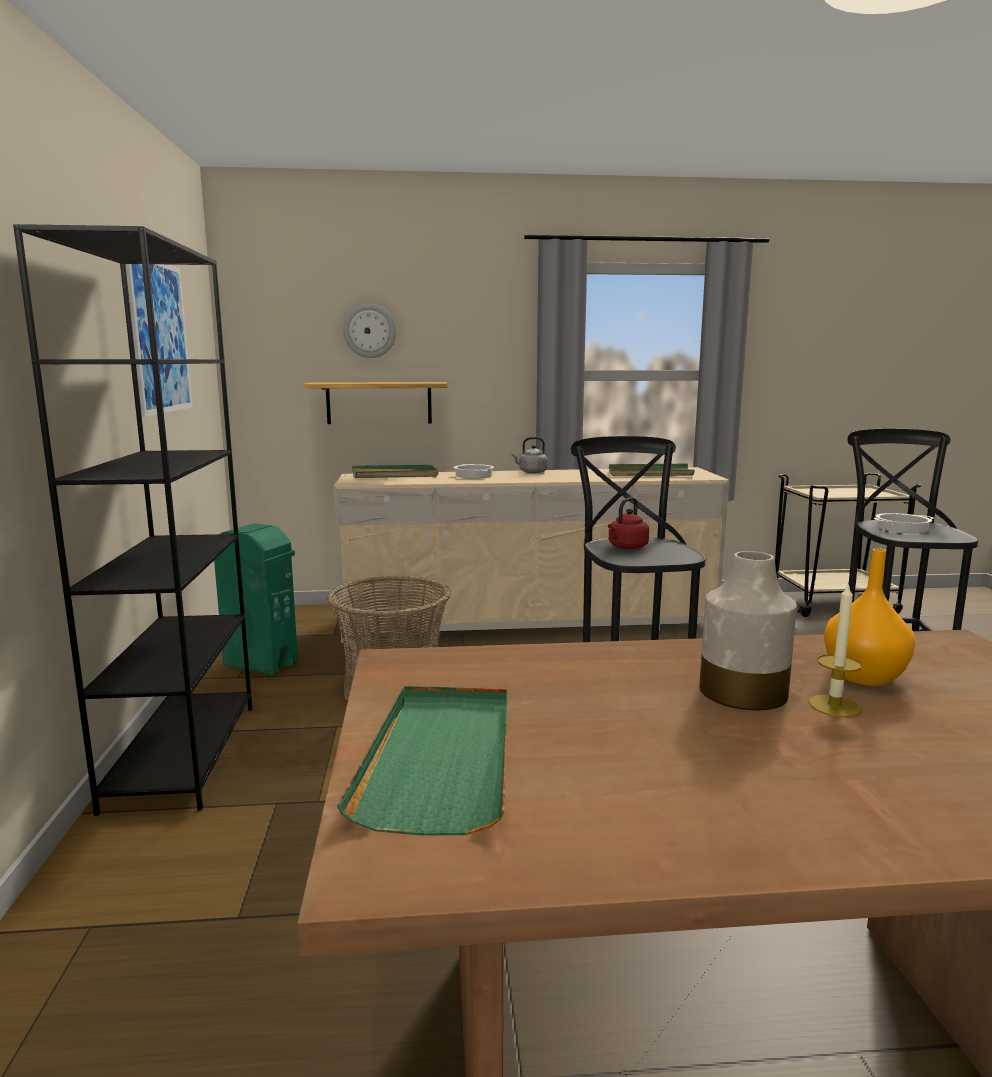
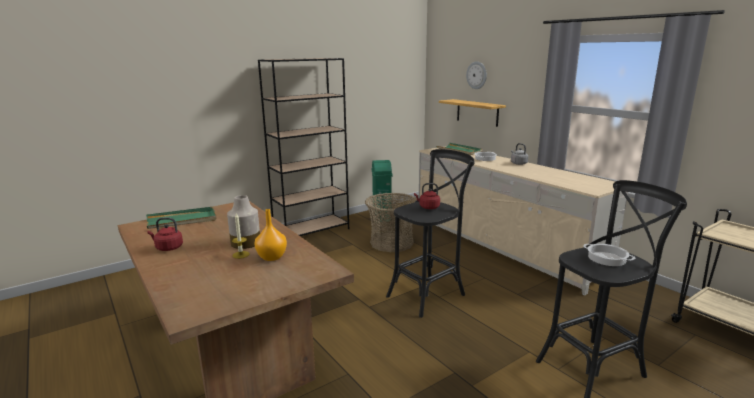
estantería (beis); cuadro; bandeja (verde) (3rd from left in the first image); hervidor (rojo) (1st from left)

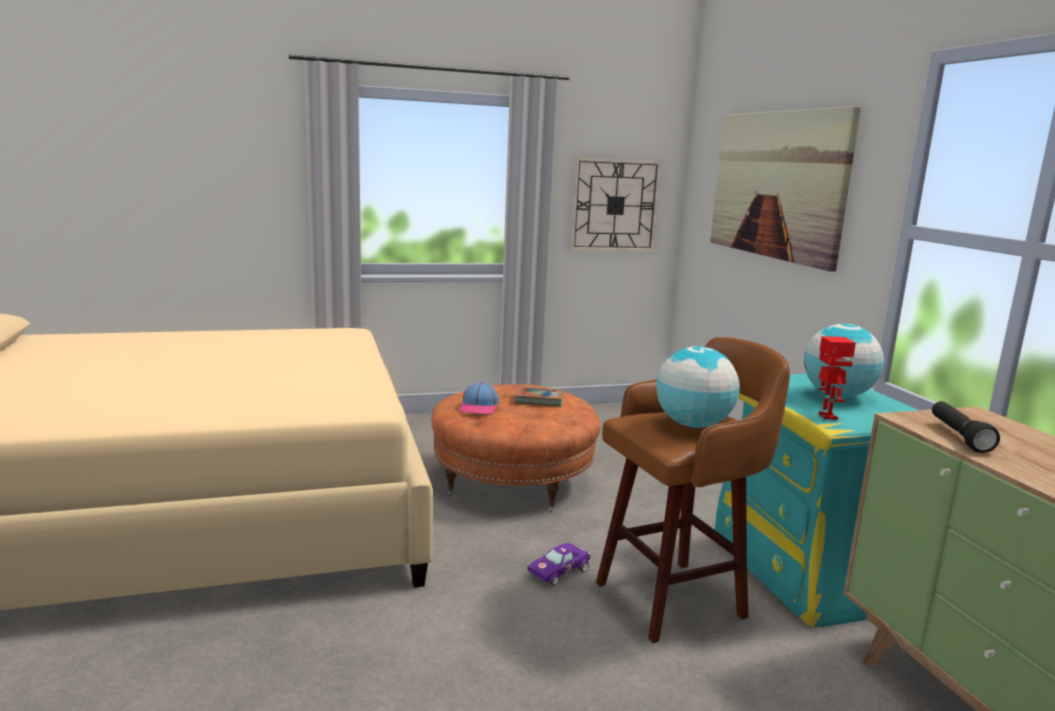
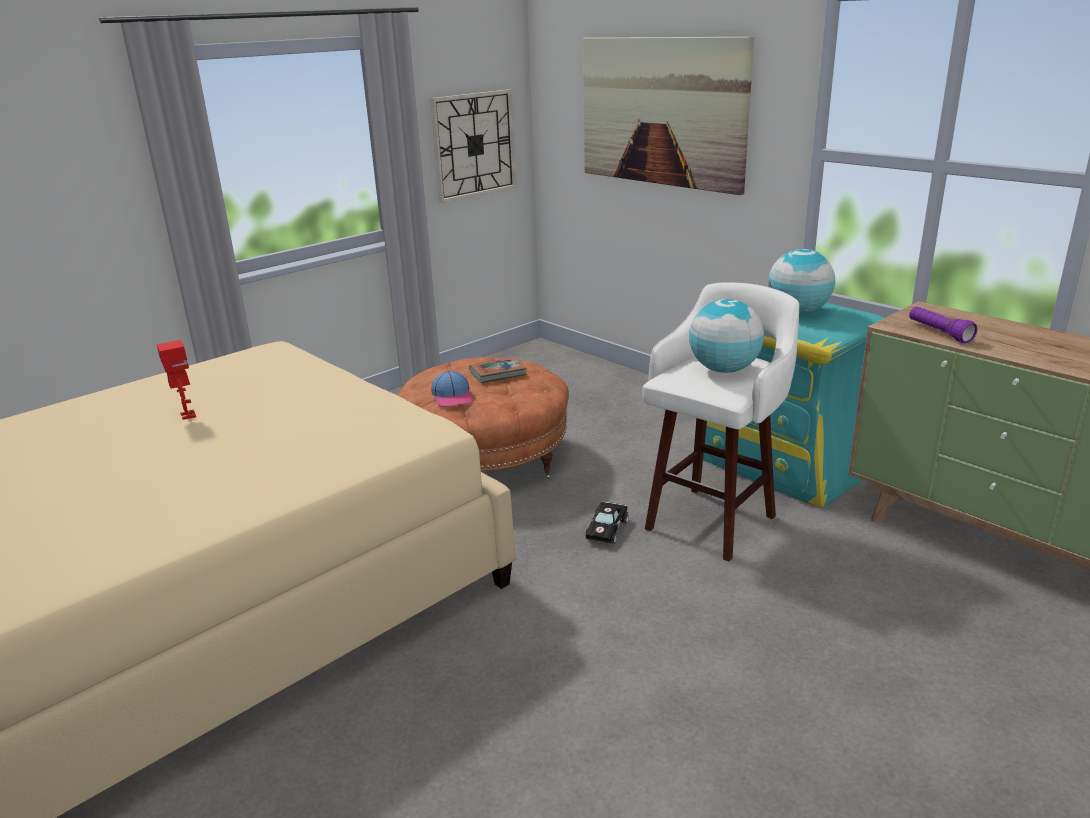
coche de juguete (negro); taburete (blanco); robot de juguete; linterna (morado)

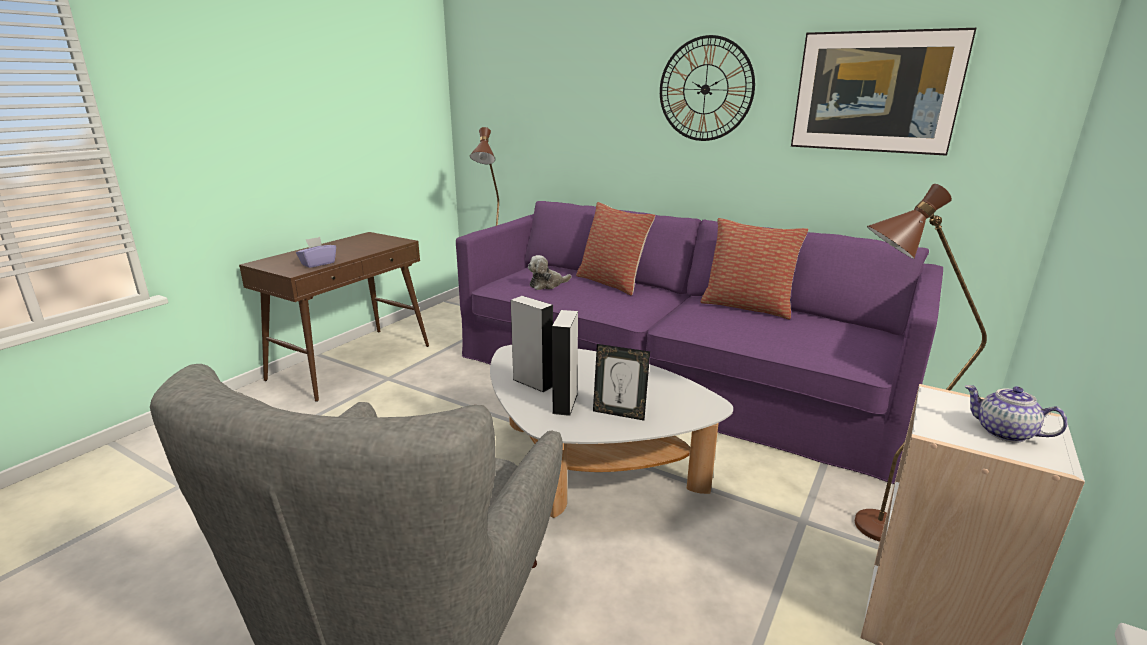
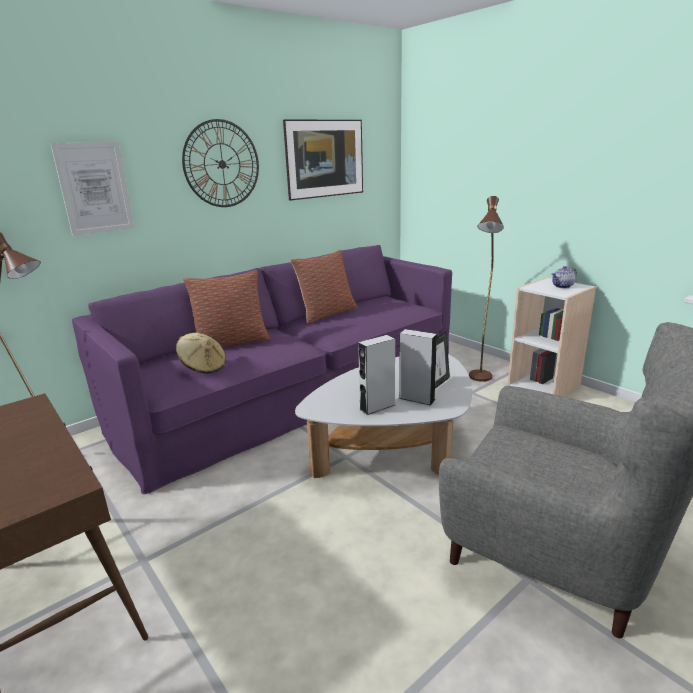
caja de pañuelos (morado); sombrero (beis); cuadro (1st from left)

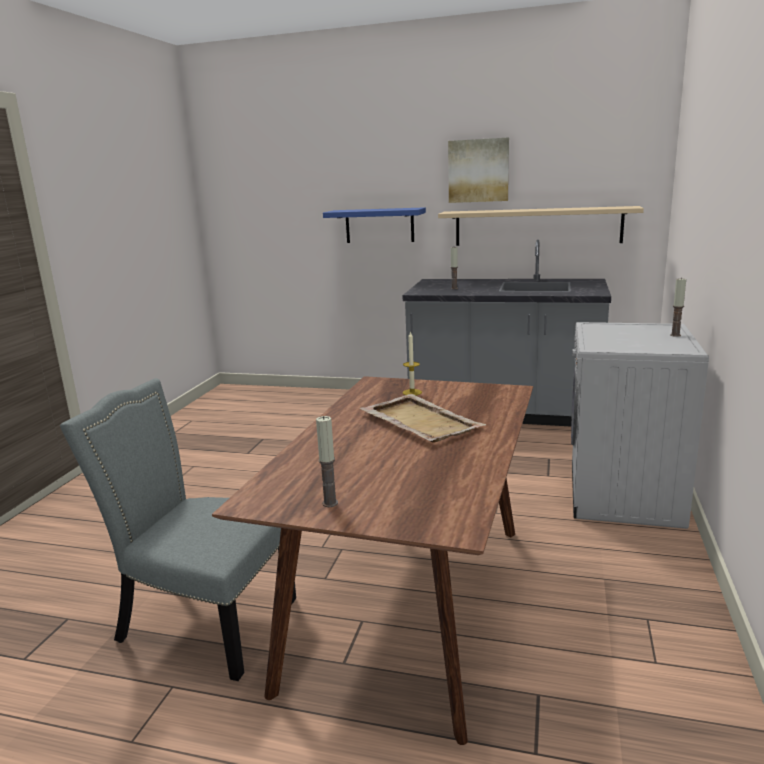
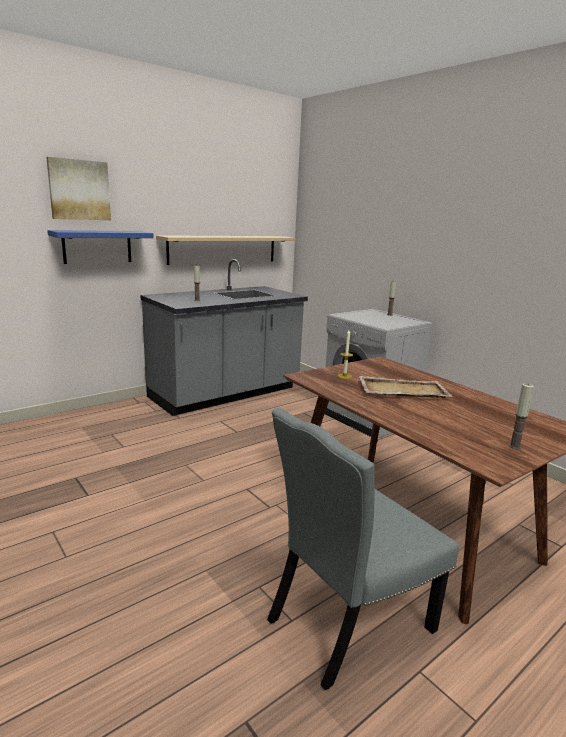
cuadro

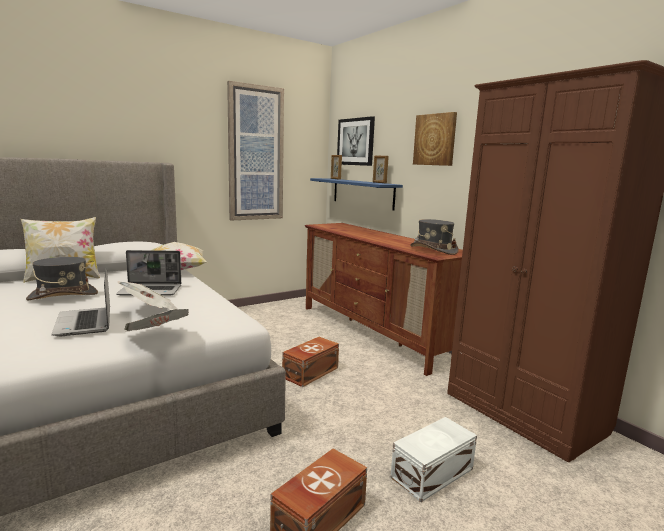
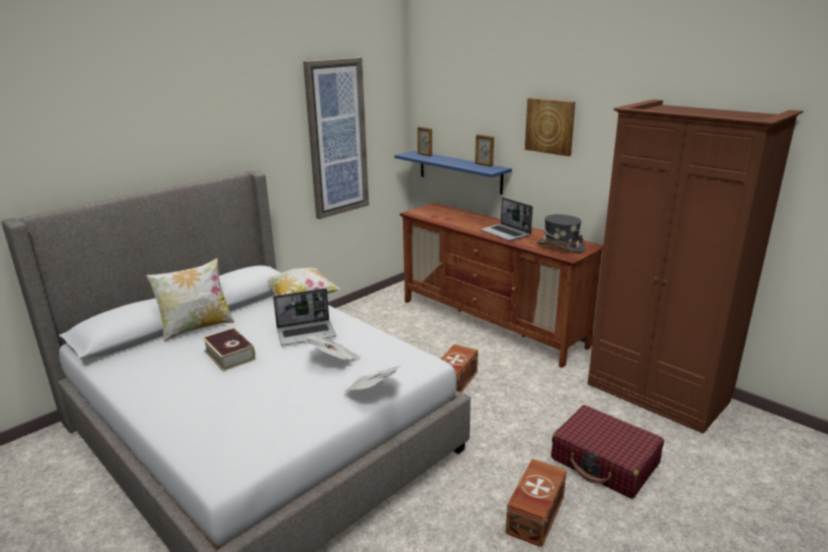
libro; portátil (2nd from left); cuadro (2nd from left in the first image); maleta (rojo)

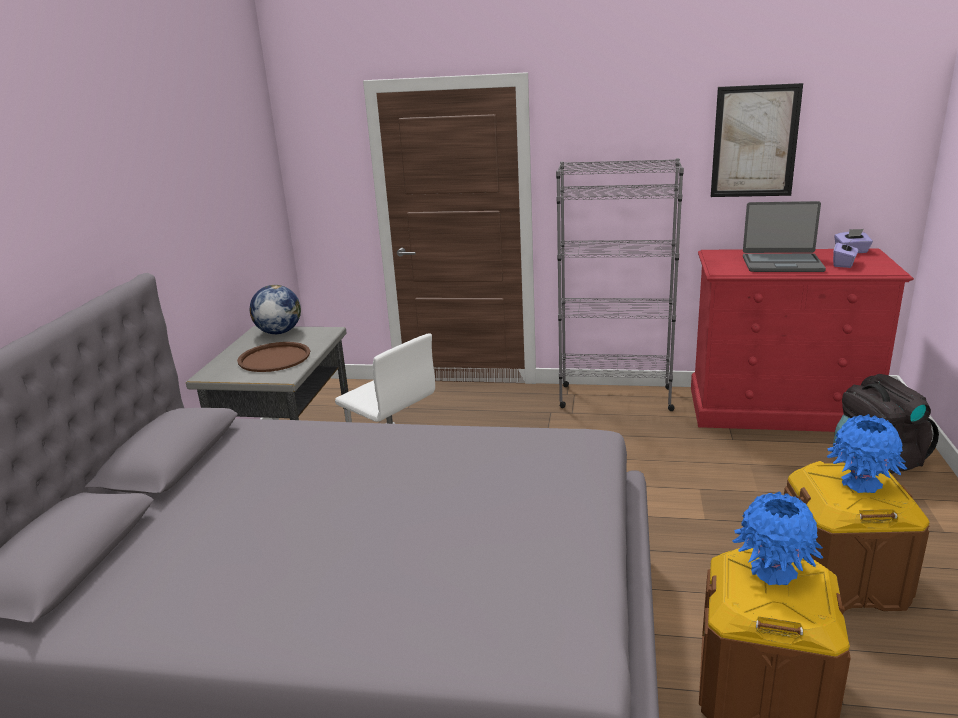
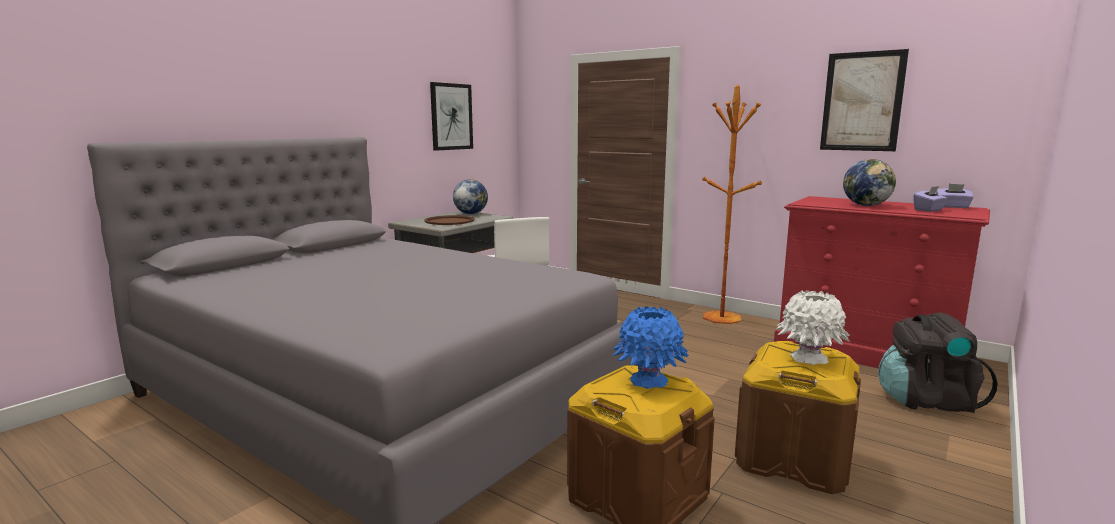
perchero (naranja); globo terráqueo (2nd from left); florero (blanco); cuadro (1st from left)

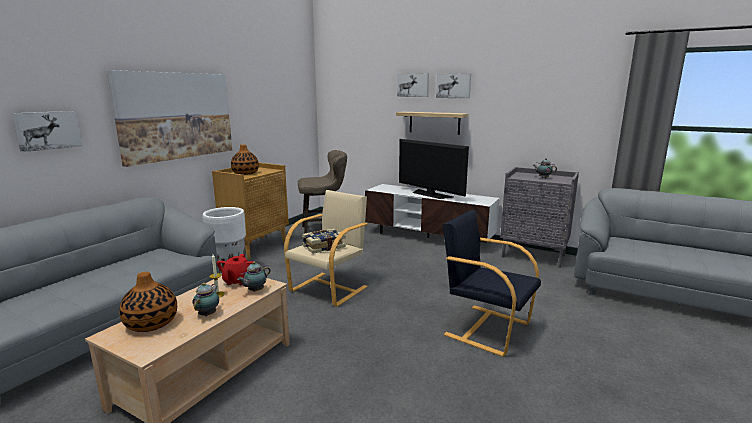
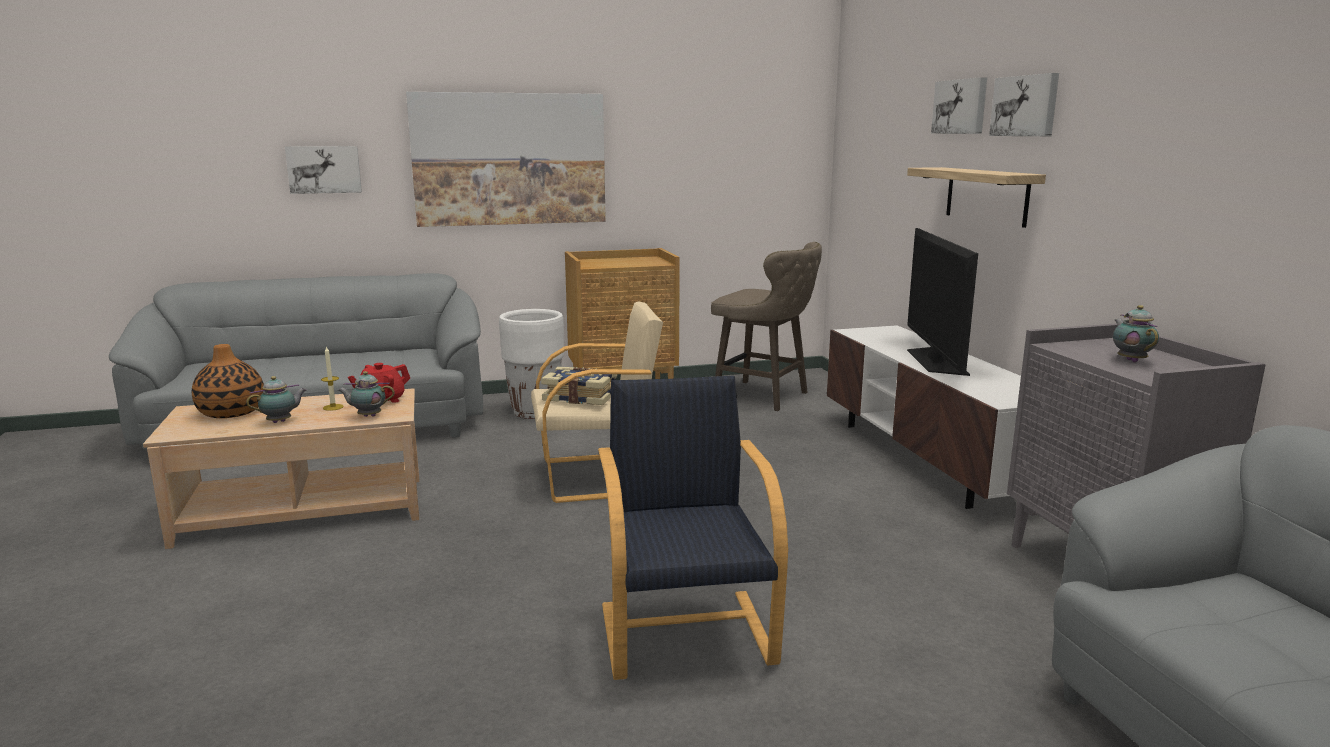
florero (2nd from left in the first image)

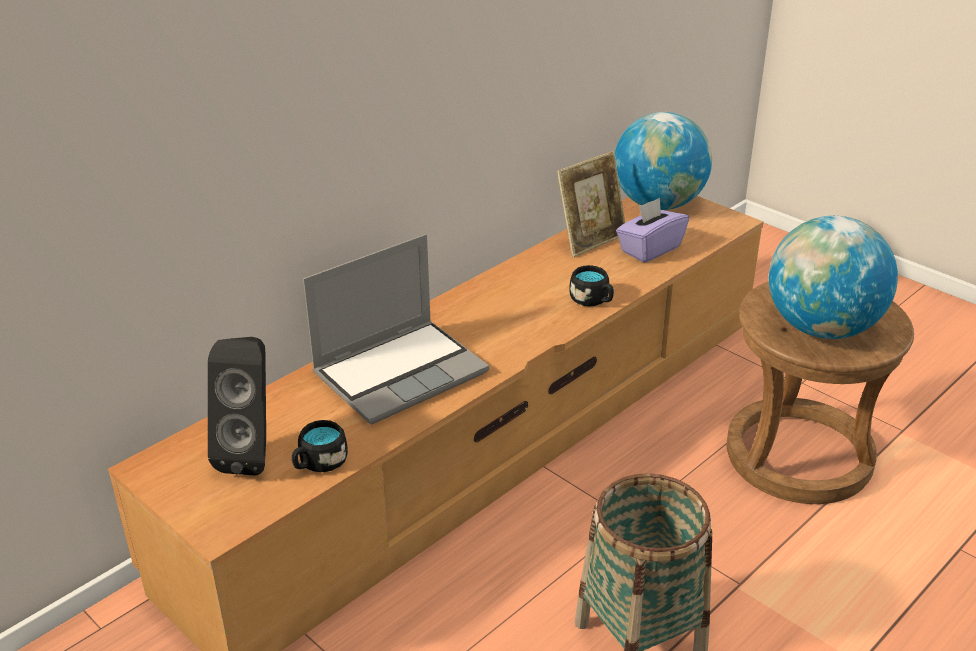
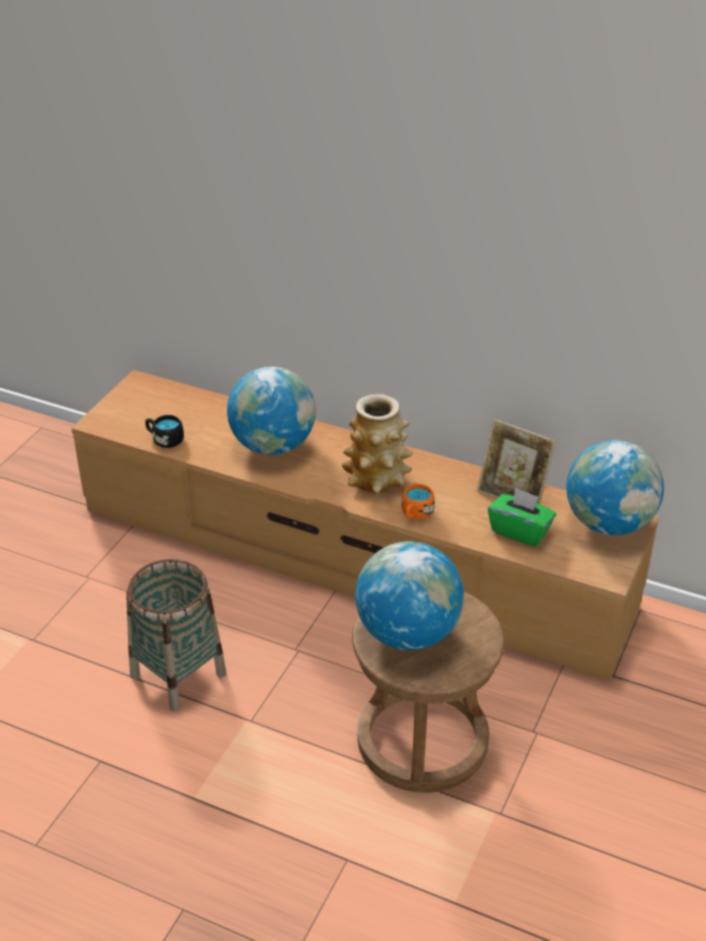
altavoz (negro); globo terráqueo (1st from left); taza grande (naranja); caja de pañuelos (verde); florero

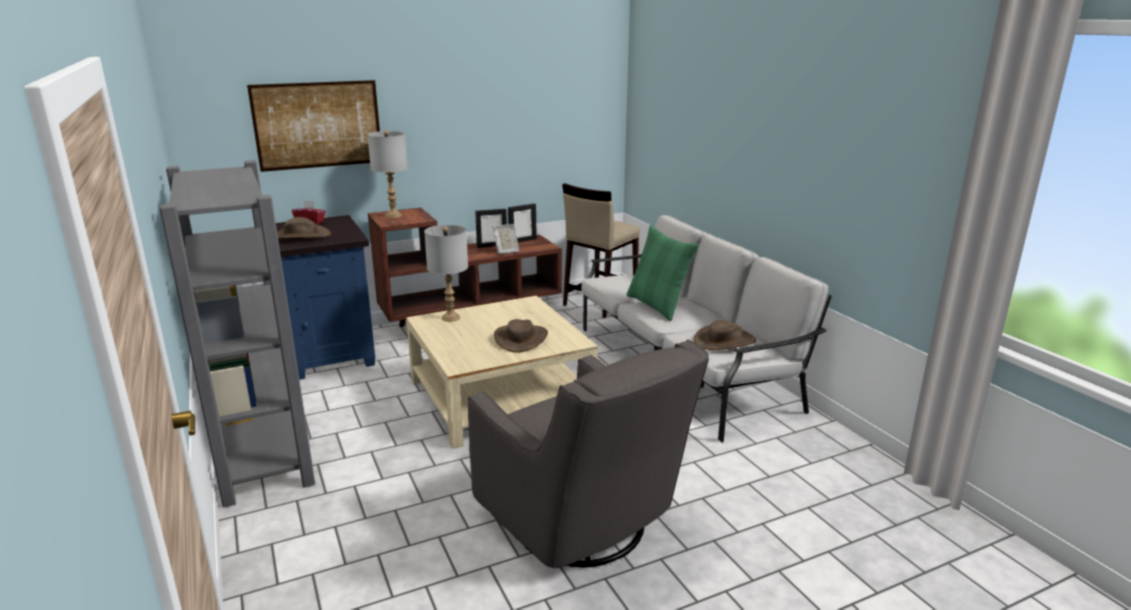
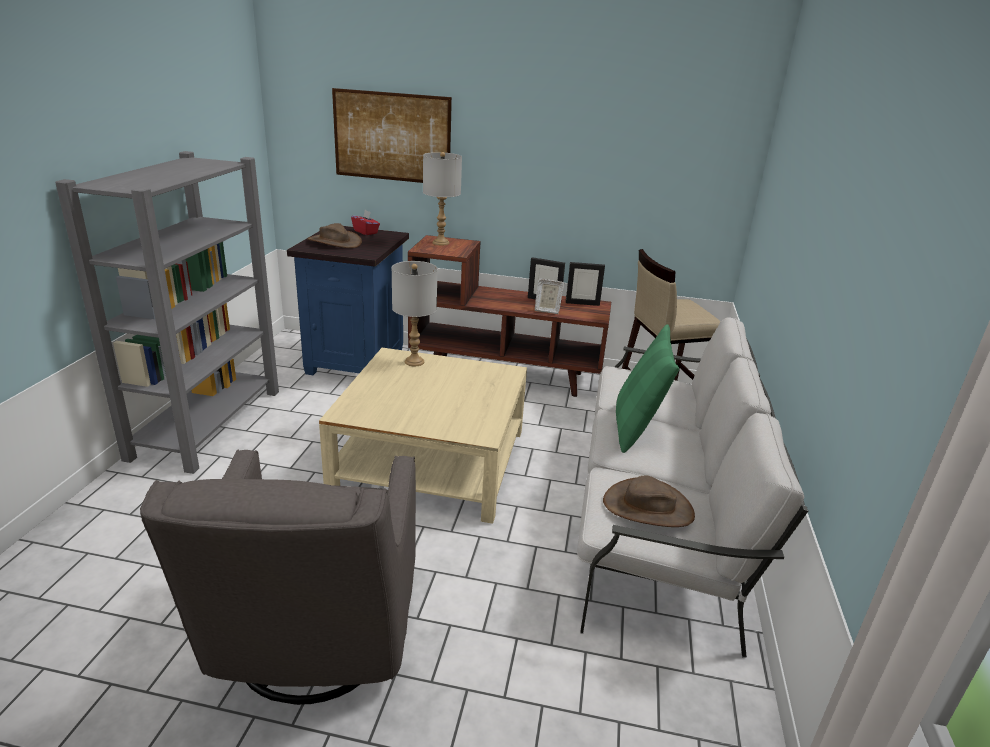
sombrero (marrón) (2nd from left in the first image)

